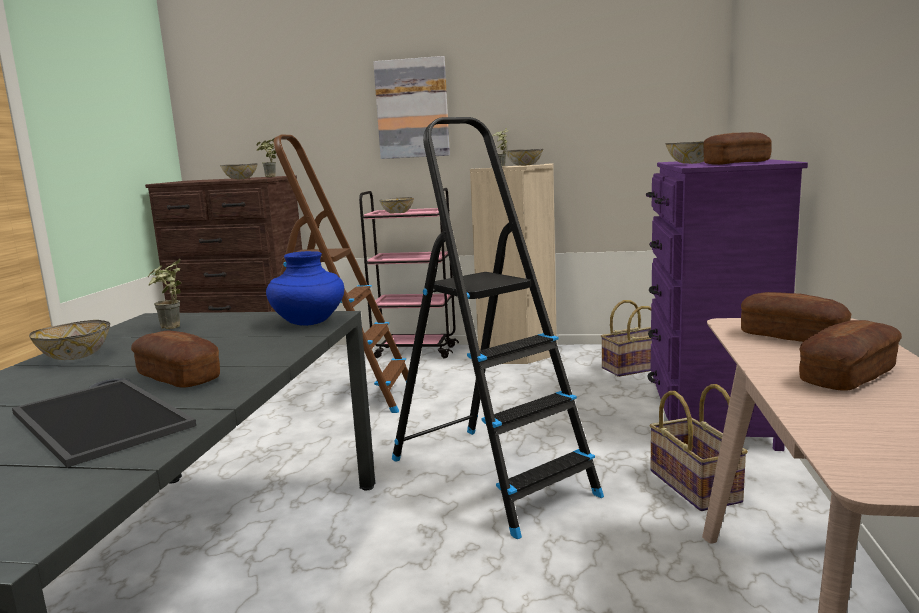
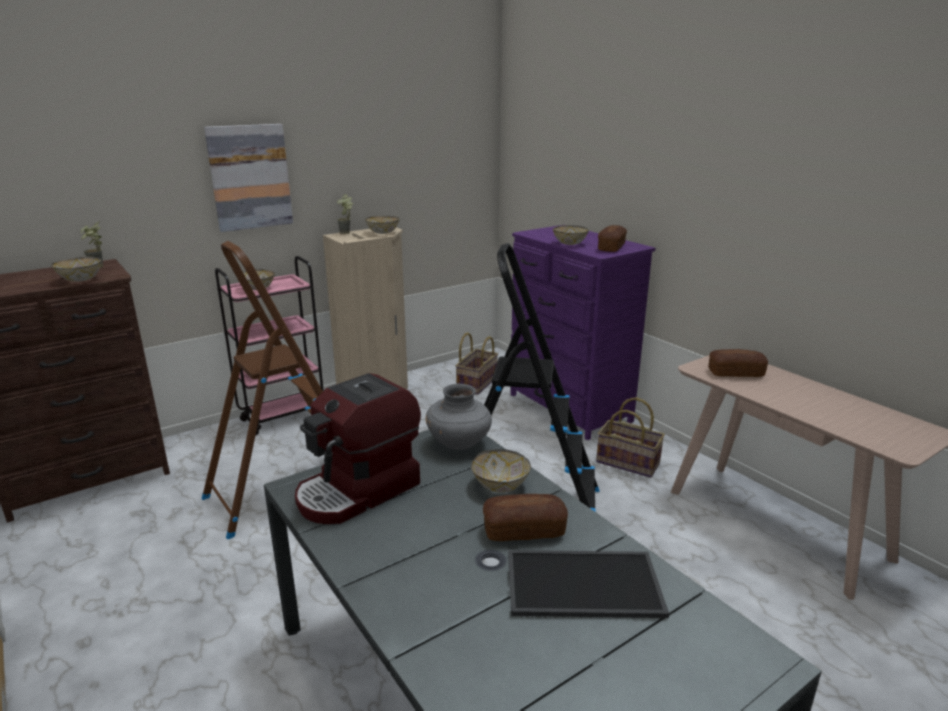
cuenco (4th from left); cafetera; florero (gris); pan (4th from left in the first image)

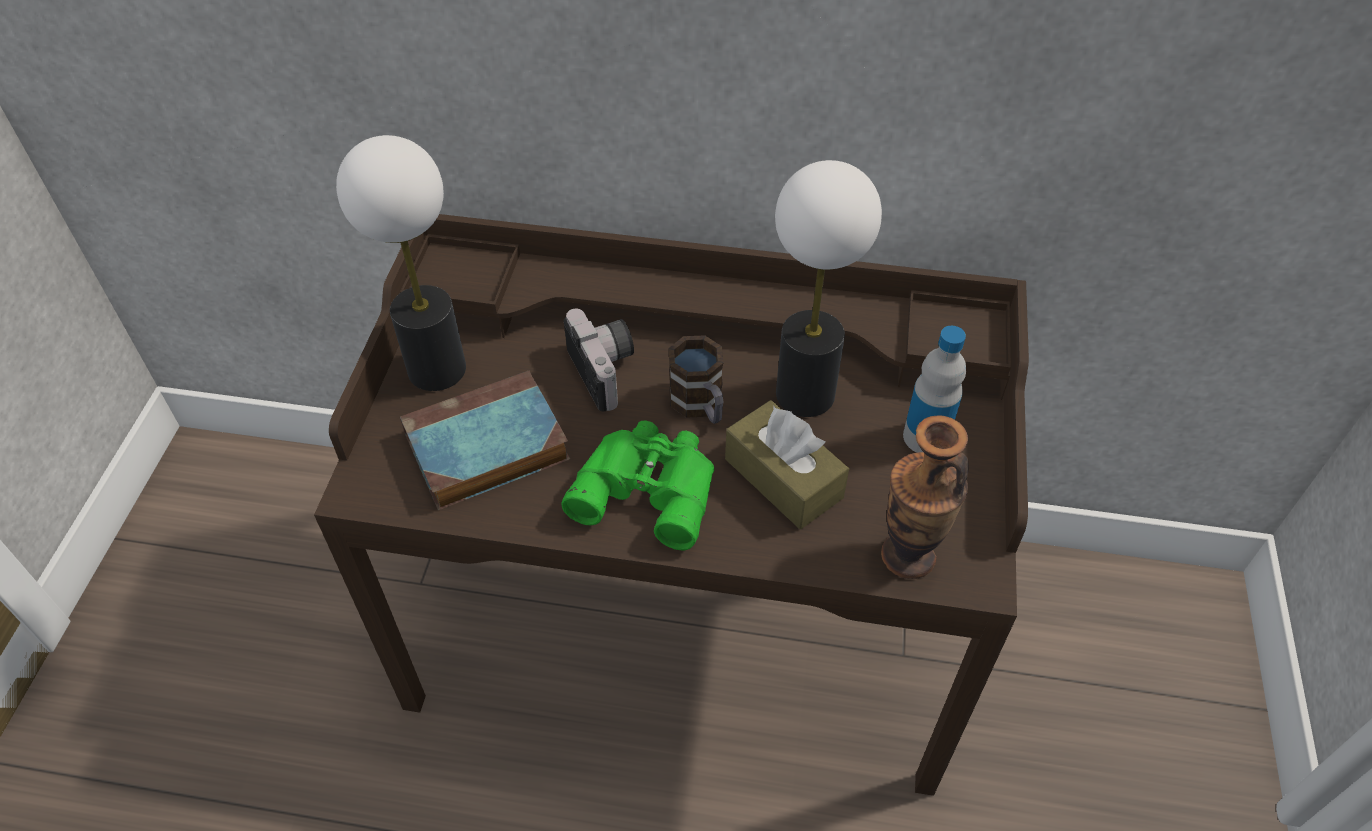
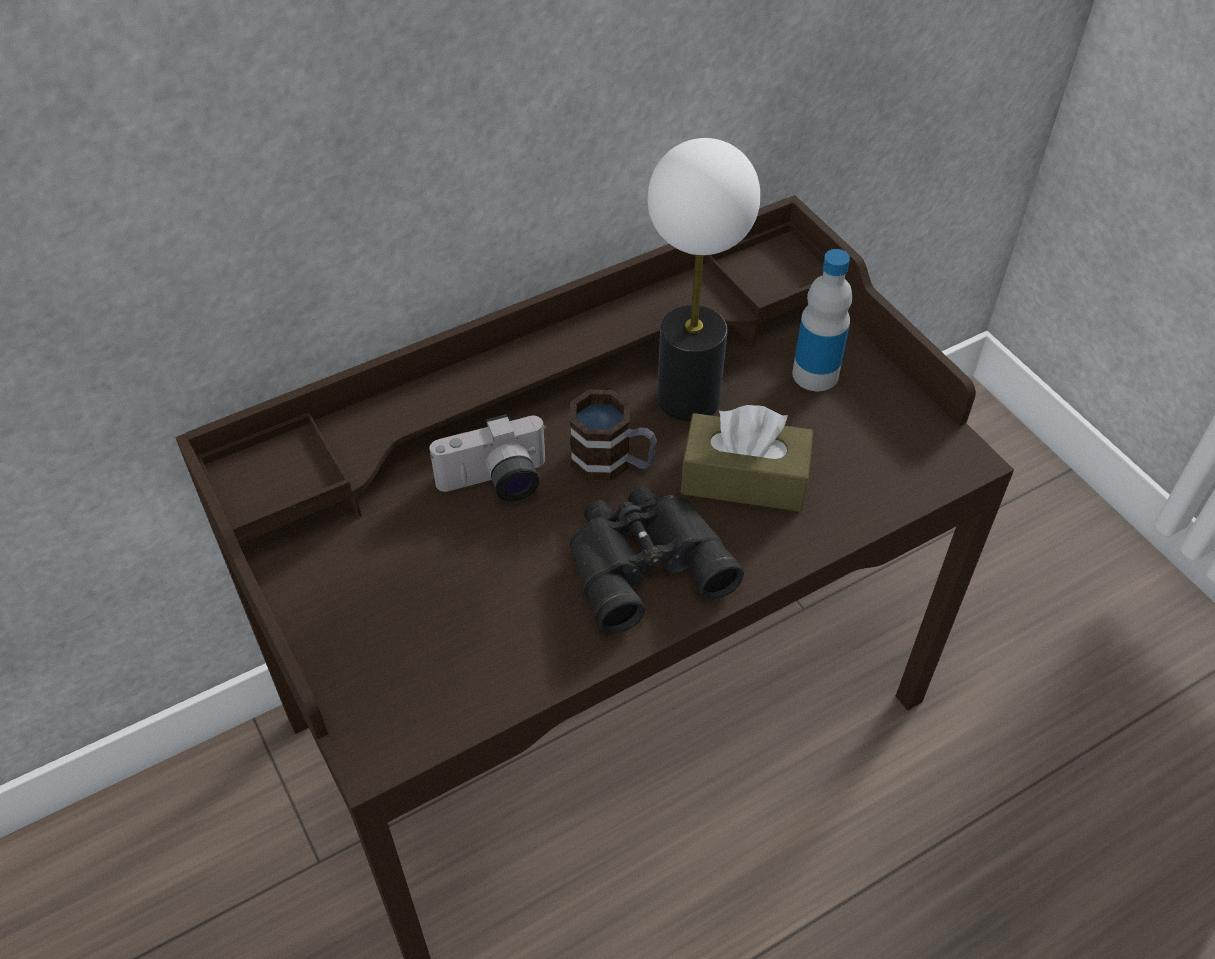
lámpara de mesa (1st from left in the first image); libro; prismáticos (negro); cámara; florero

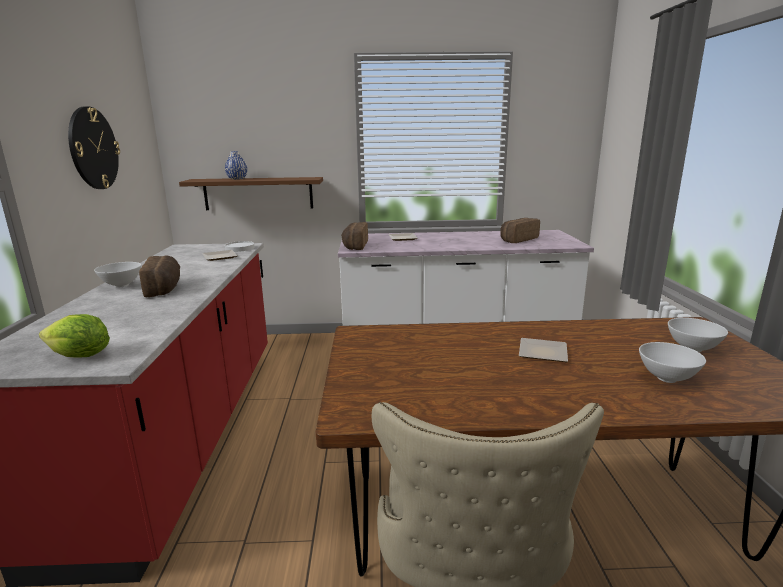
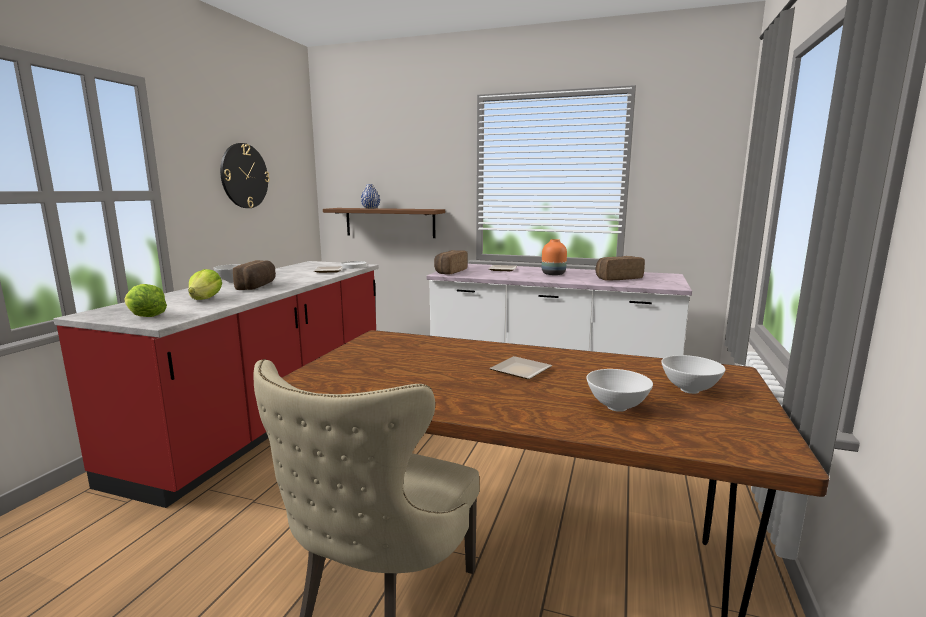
lechuga (2nd from left); florero (naranja)

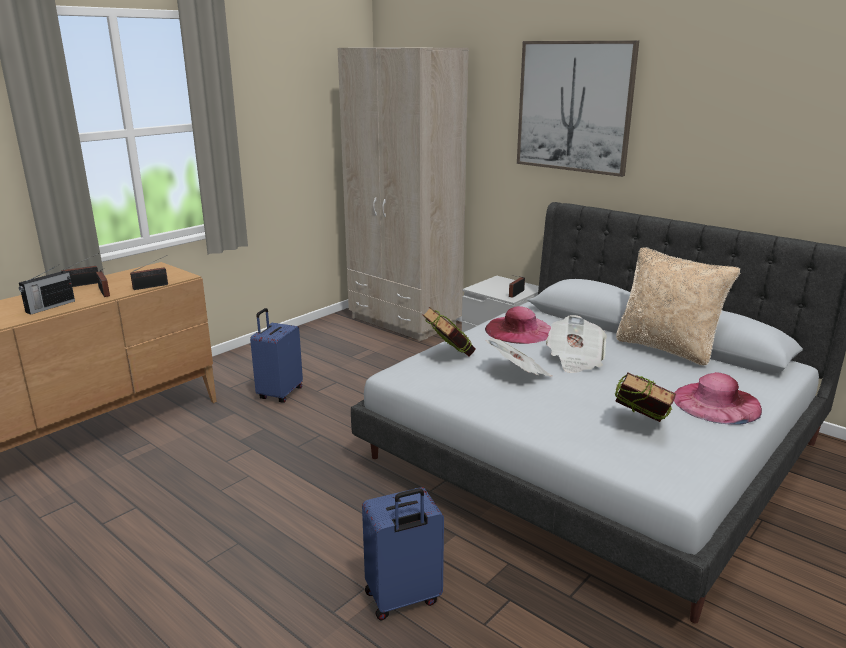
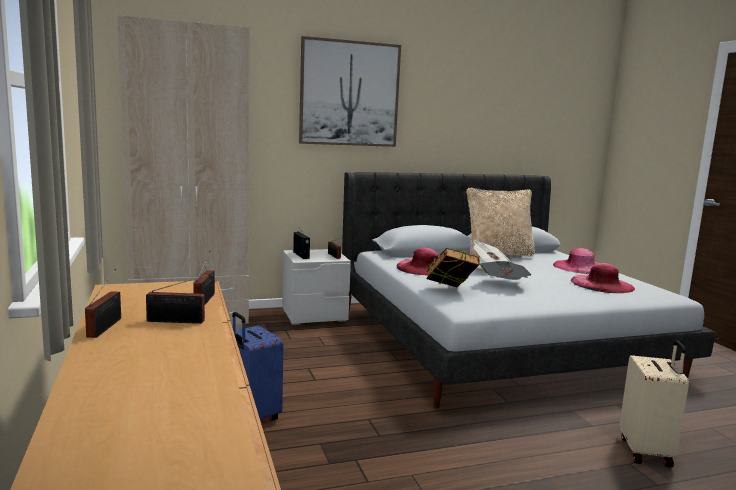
radio (4th from left); maleta (beis); sombrero (rosa) (3rd from left)

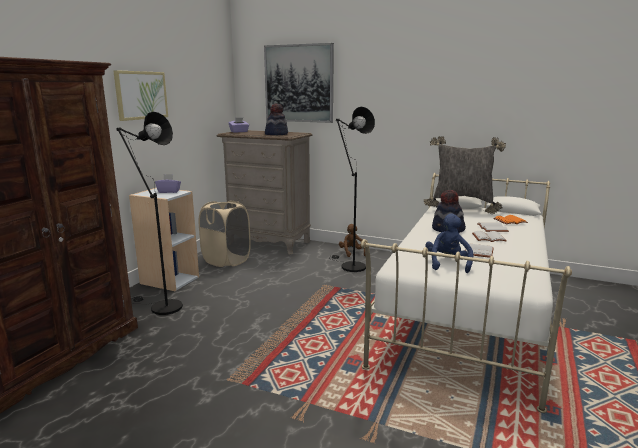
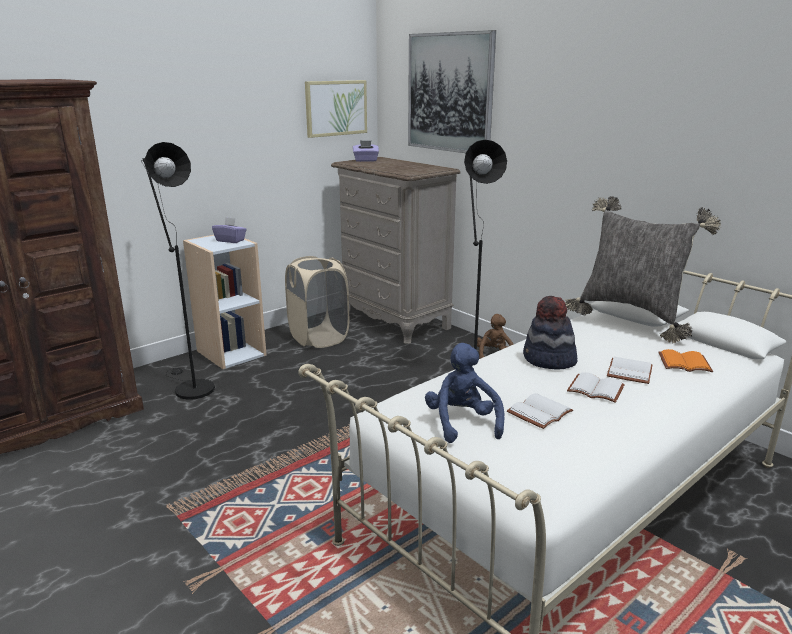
cuadro (1st from left); sombrero (1st from left in the first image); peluche (azul)

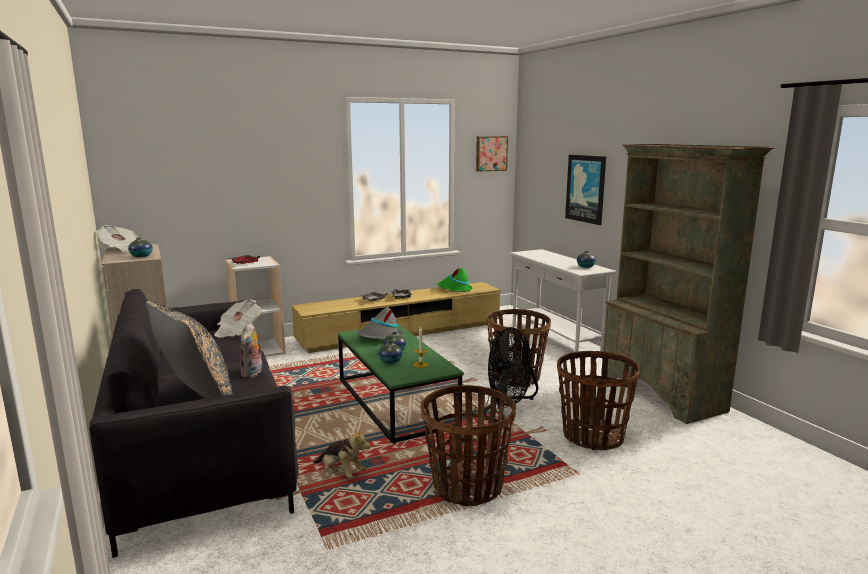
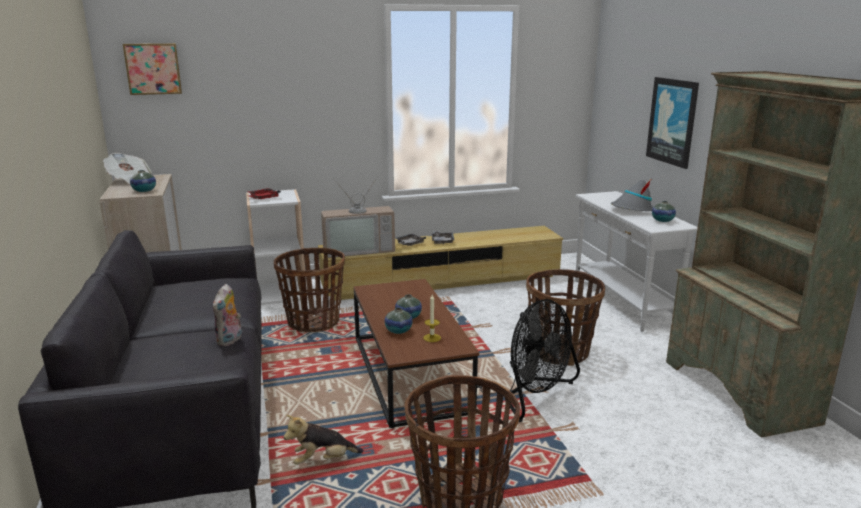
cojín (gris); periódico (2nd from left in the first image); peluche (2nd from left); mesa de centro (marrón); sombrero (gris); sombrero (verde); cuadro (1st from left); cesta (1st from left); televisor

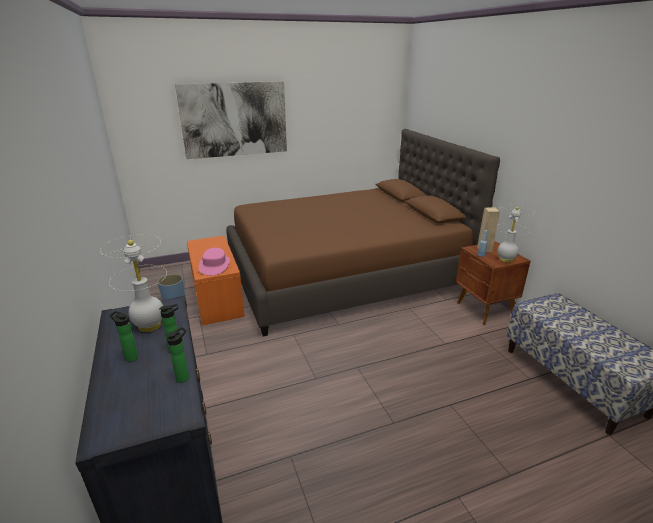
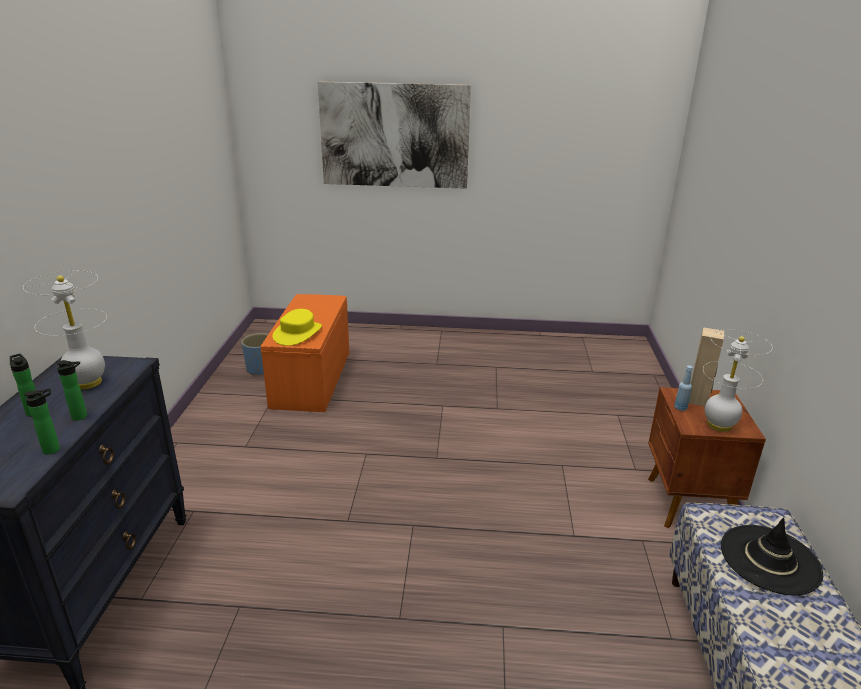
sombrero (amarillo); cama (marrón); sombrero (negro)

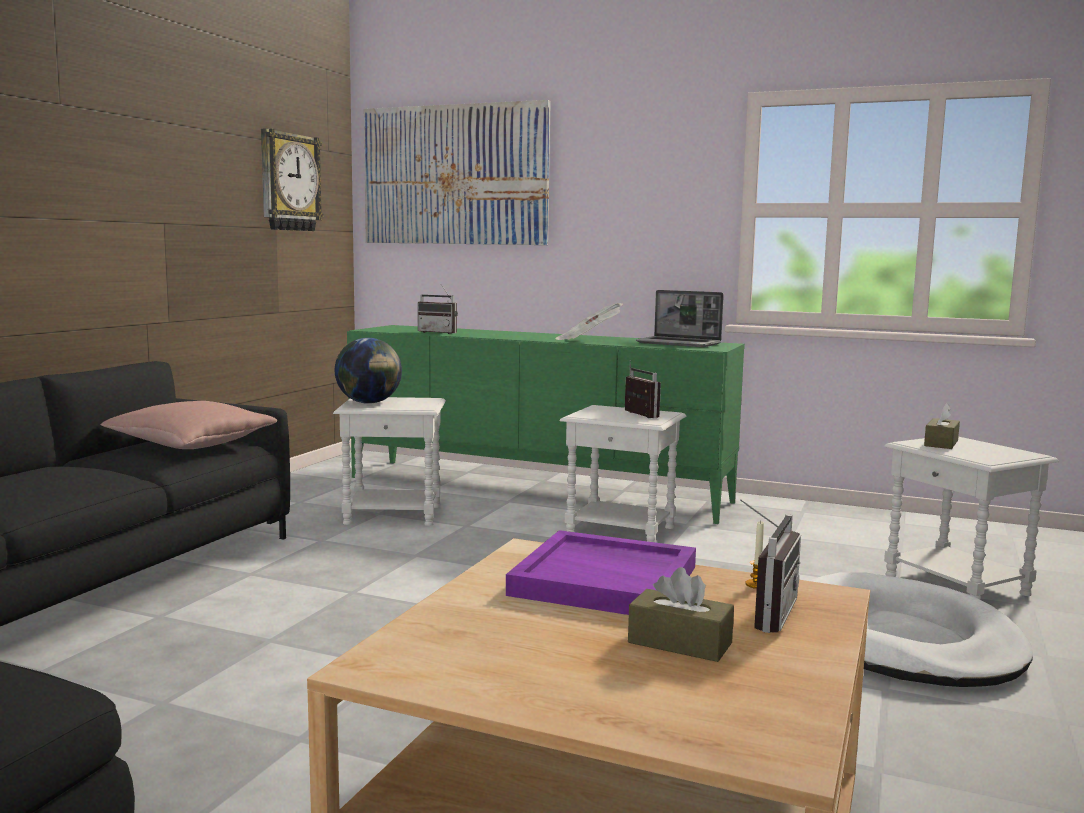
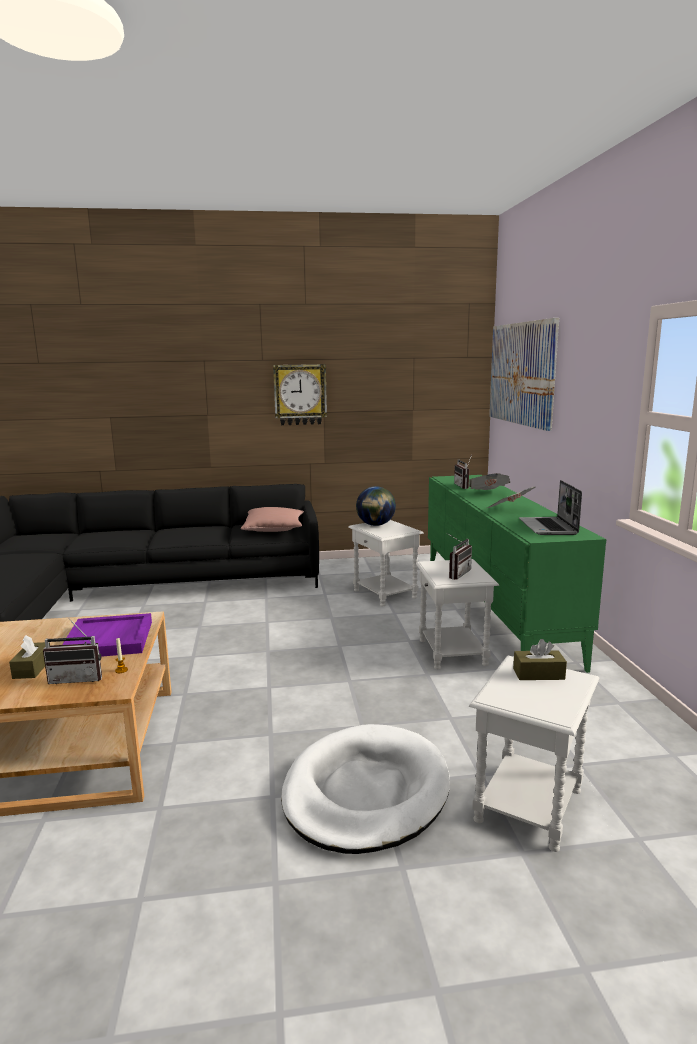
reloj de pared; periódico (1st from left)

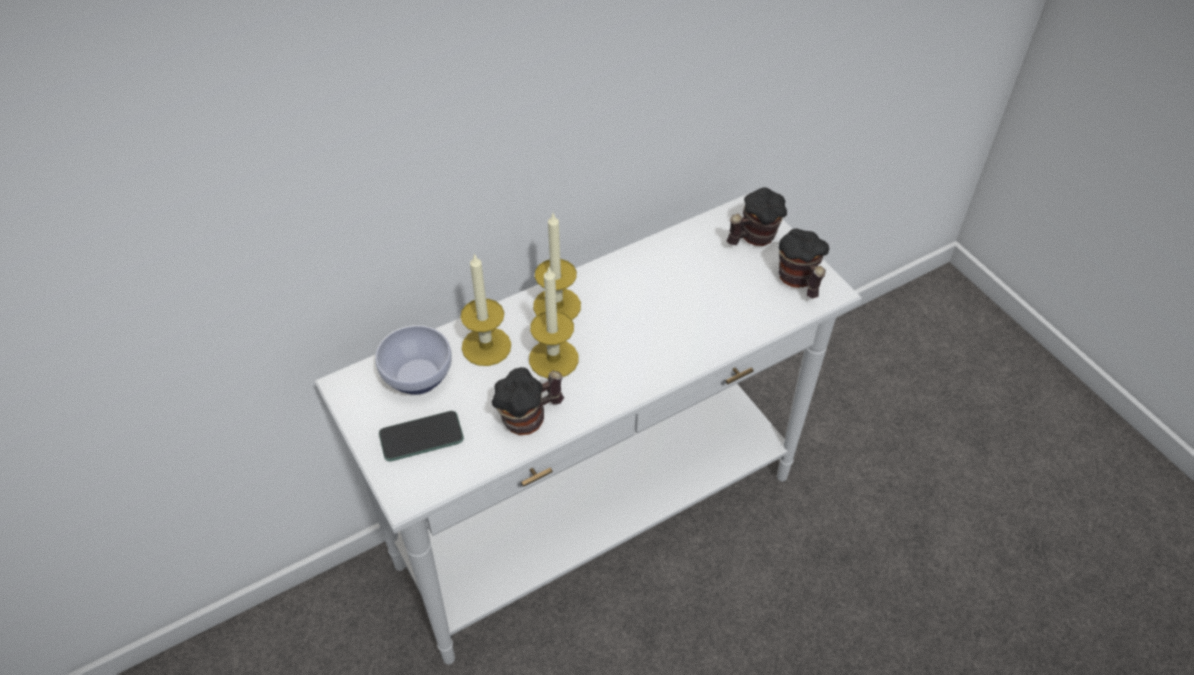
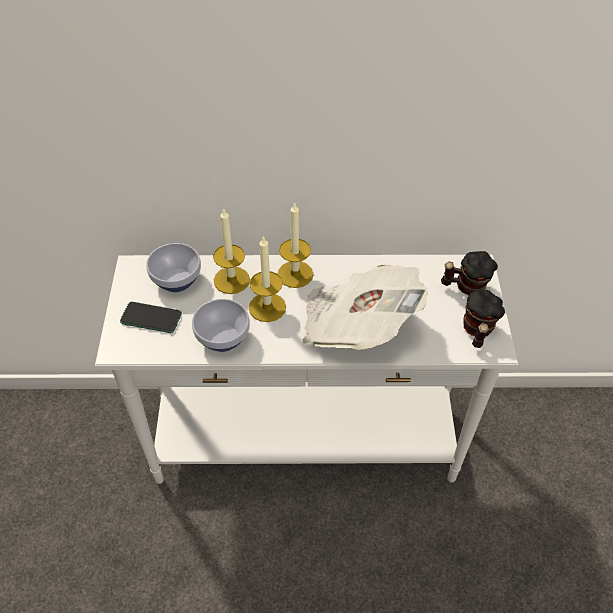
cuenco (2nd from left); periódico

